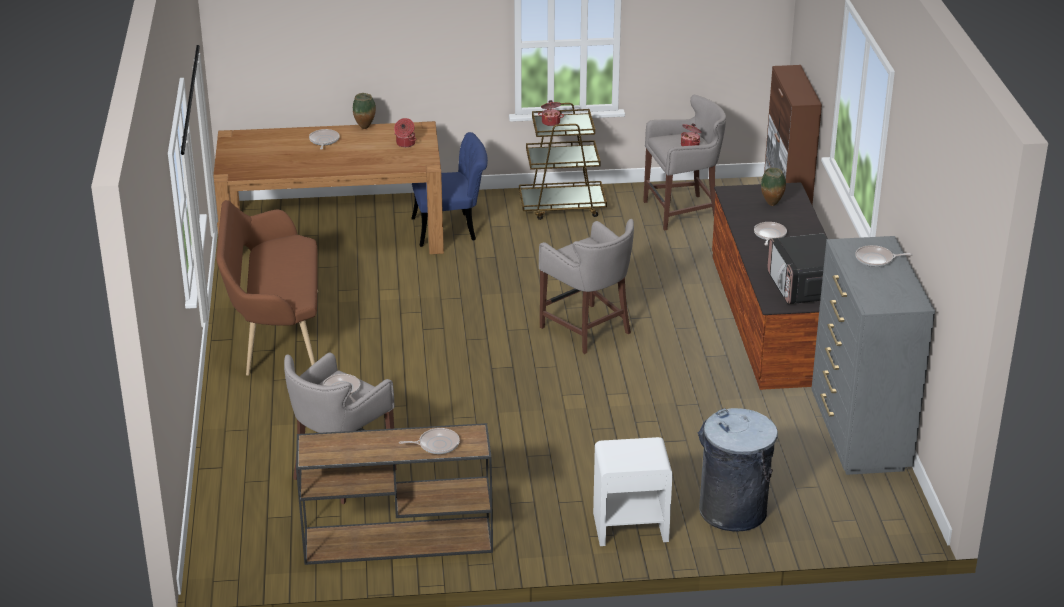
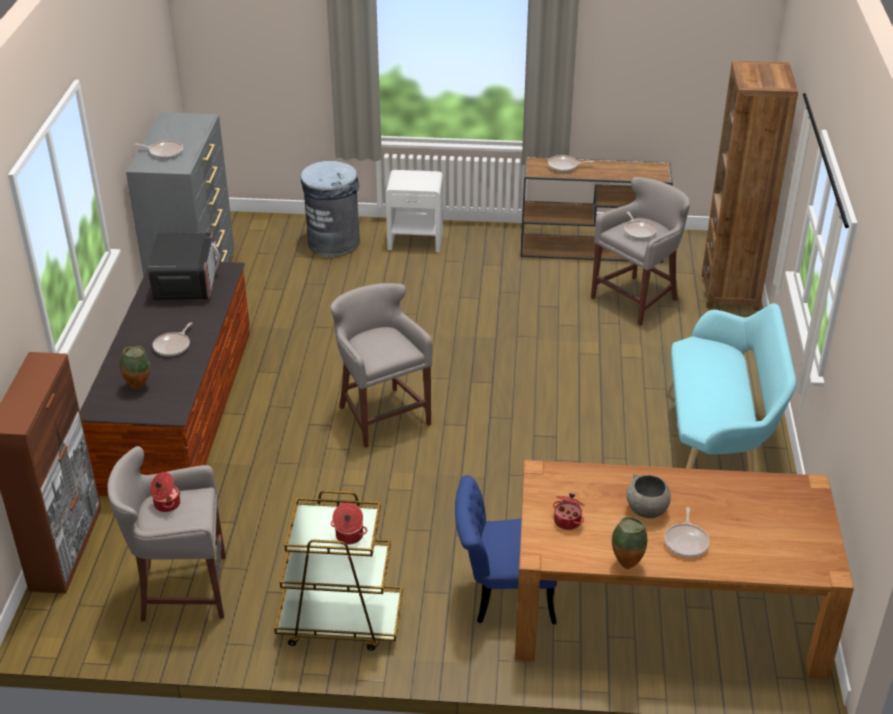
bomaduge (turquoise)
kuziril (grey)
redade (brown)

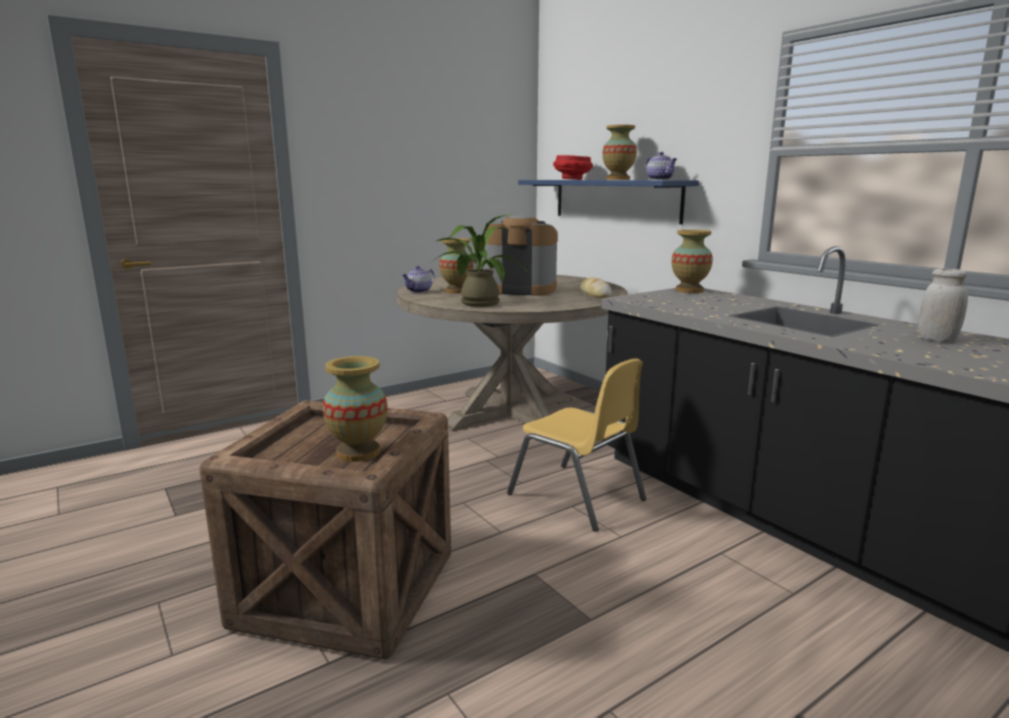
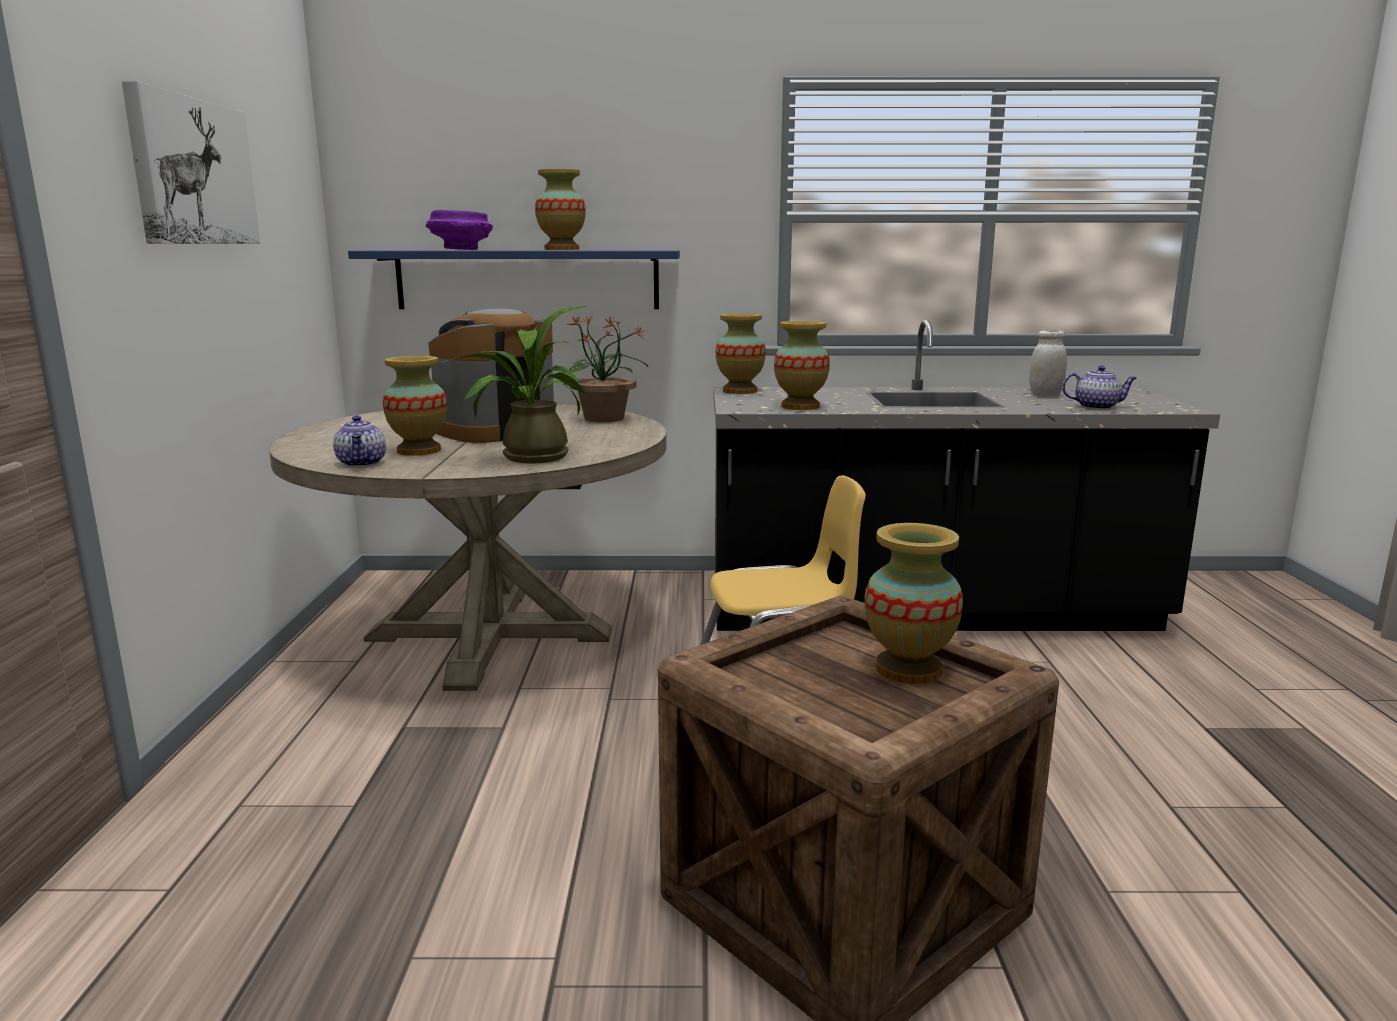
kuziril (purple)
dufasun (no. 2 from left)
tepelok (no. 2 from left)
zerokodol
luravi (no. 4 from left)

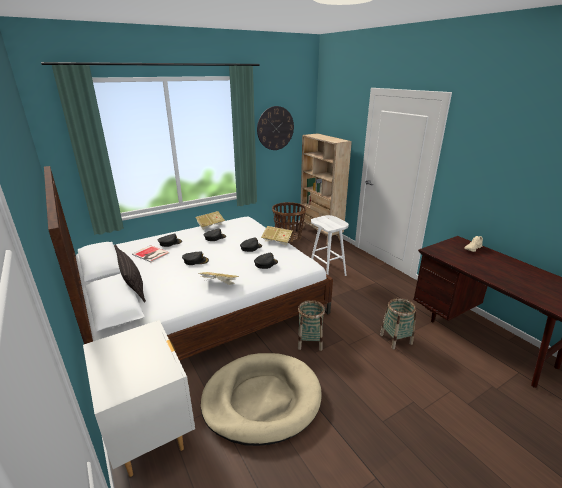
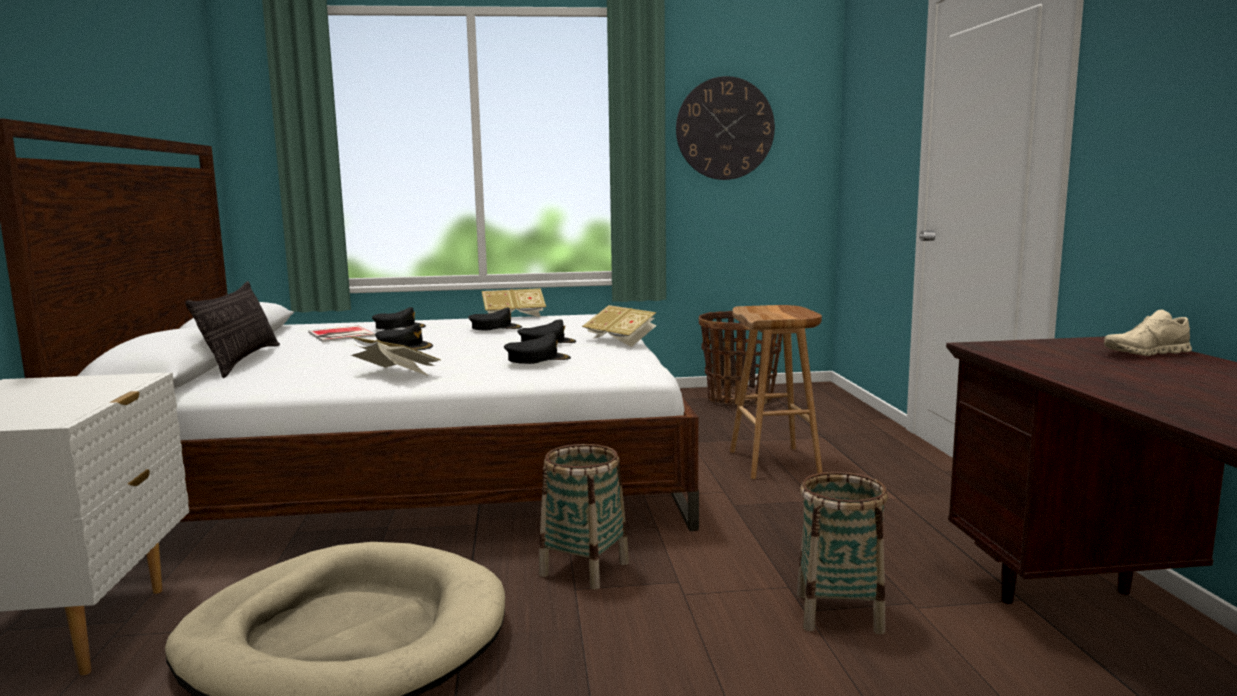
redade (beige)
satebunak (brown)

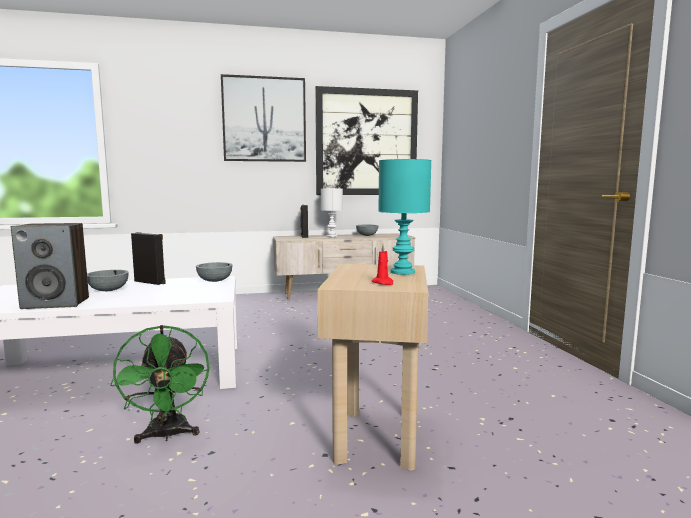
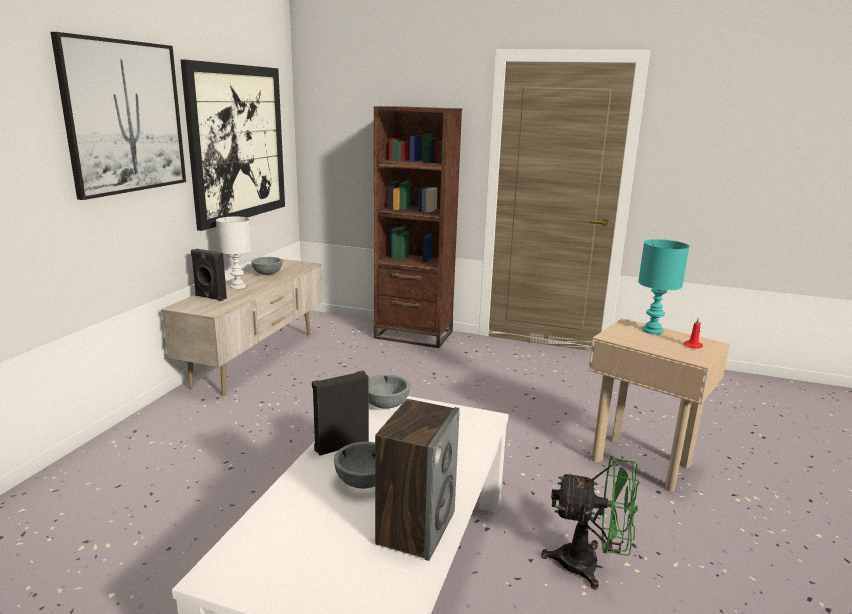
redade (brown)

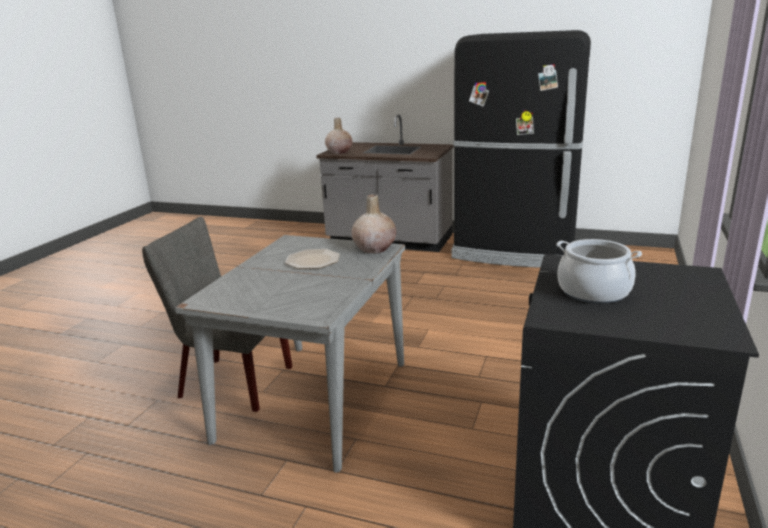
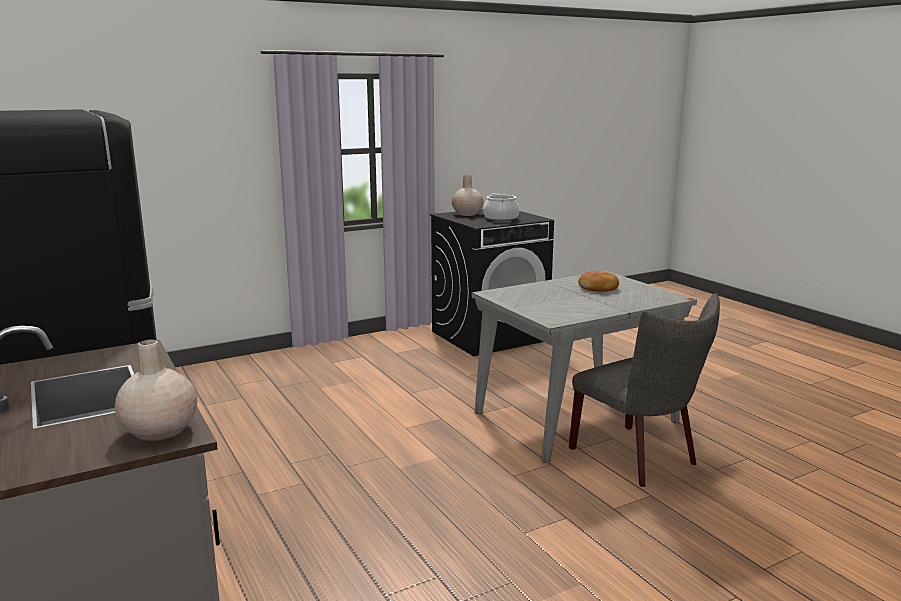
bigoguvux
luravi (beige) (no. 2 from left)
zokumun

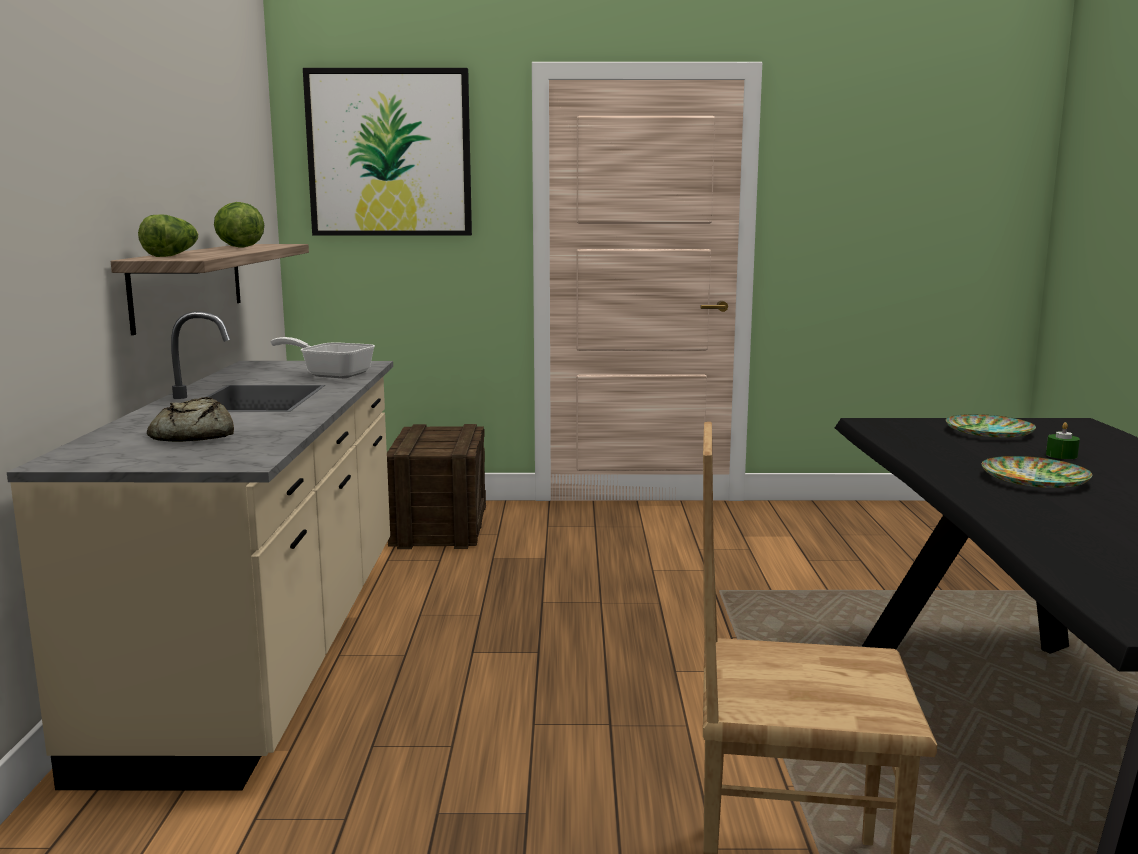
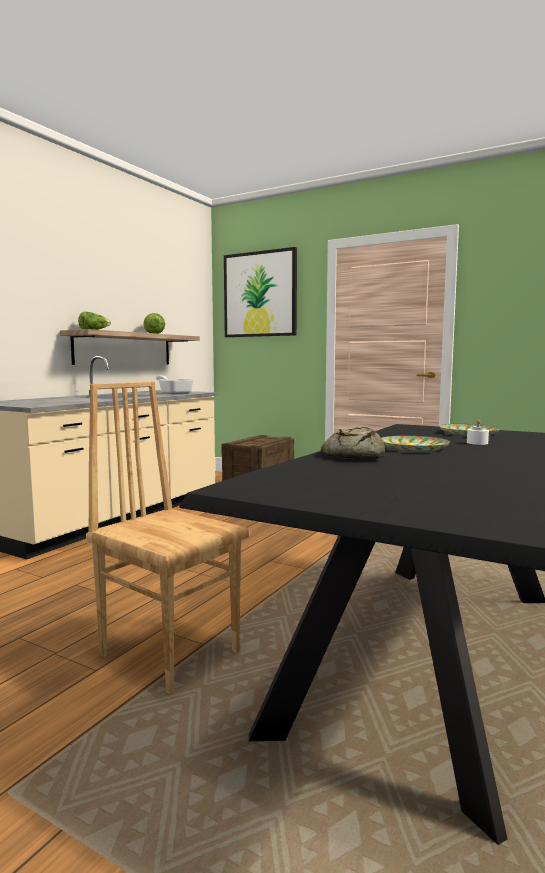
zokumun
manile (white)

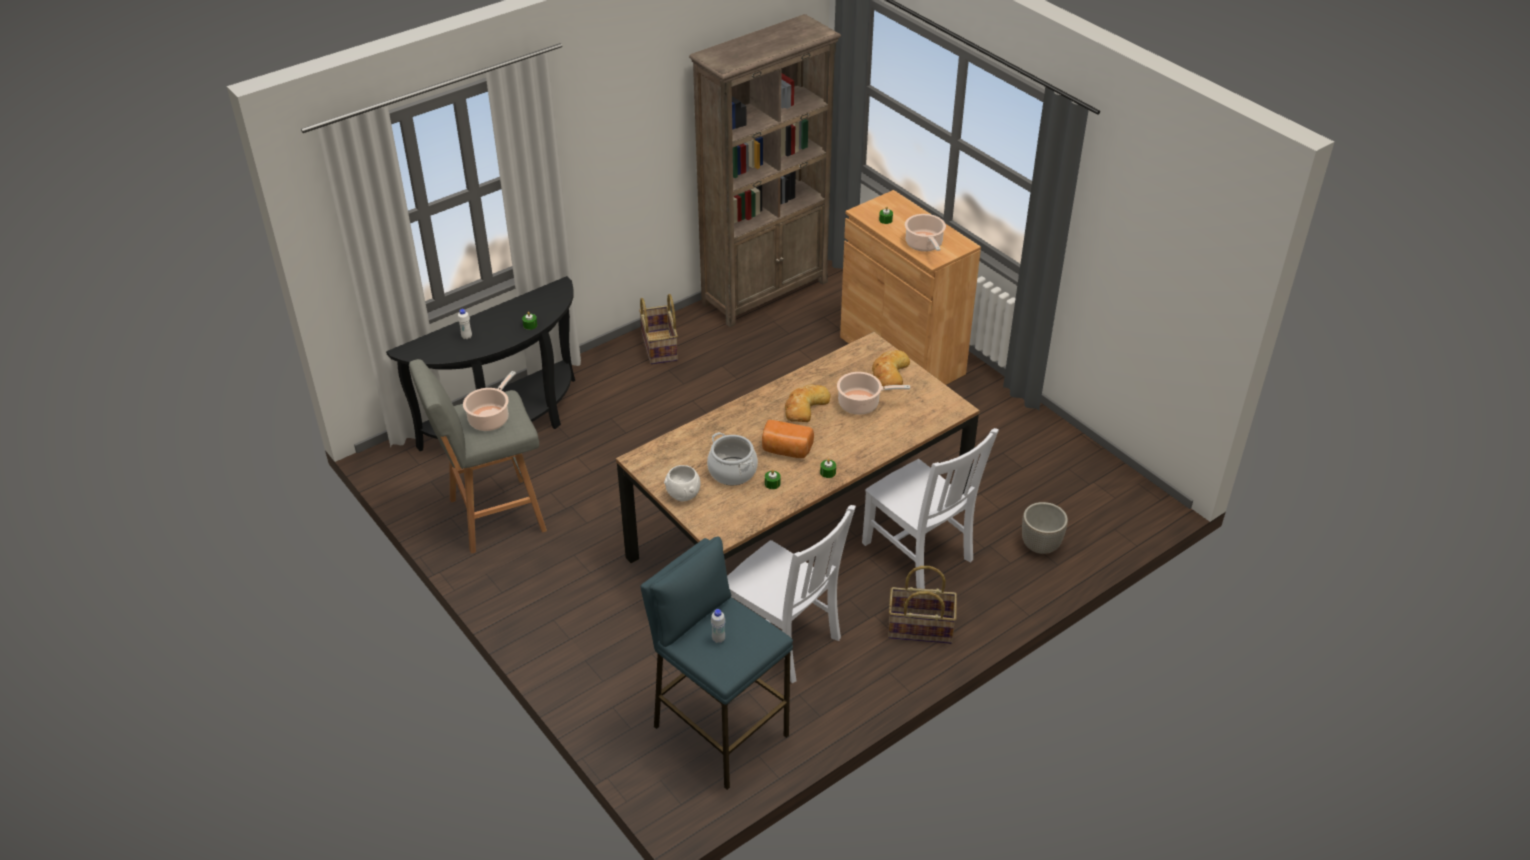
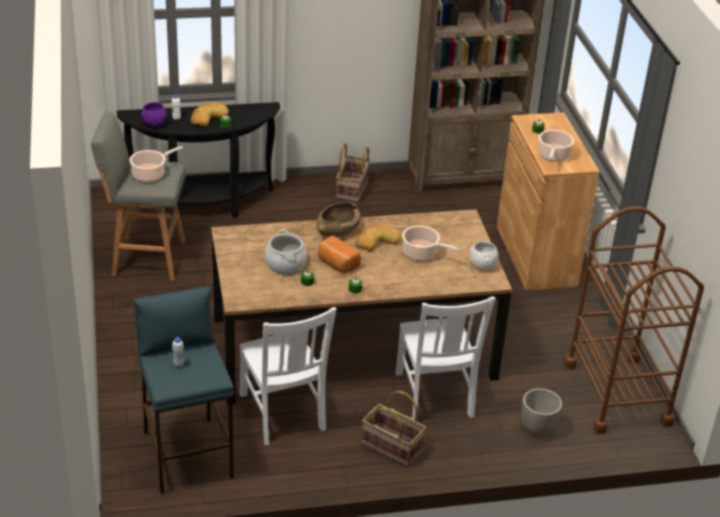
kuziril (white)
zokumun (no. 1 from left)
kuziril (purple)
kuziril (brown)
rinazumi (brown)

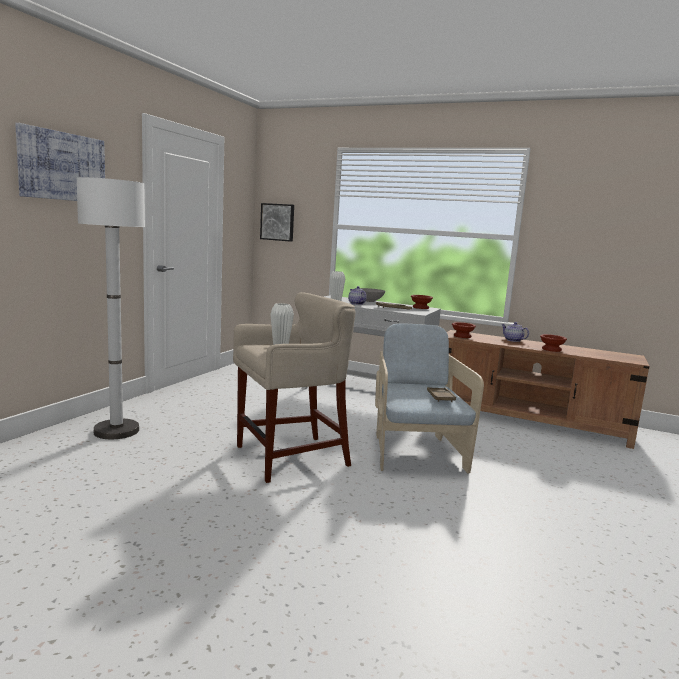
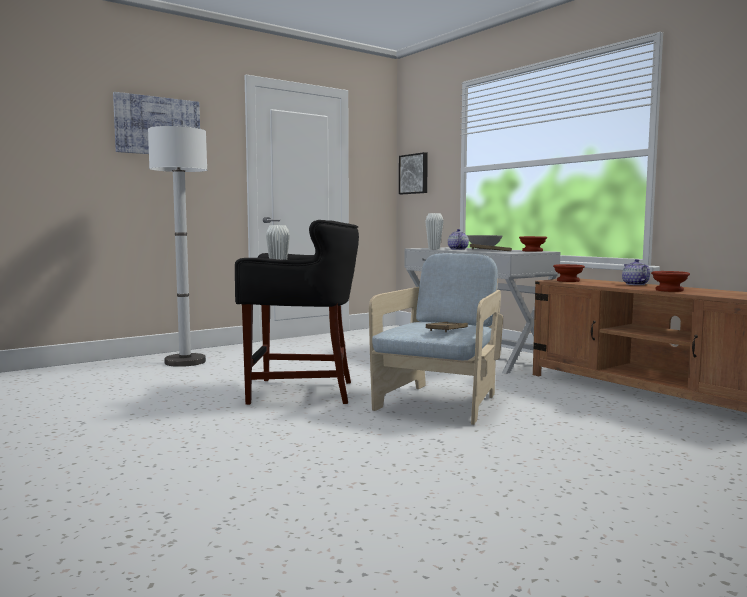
satebunak (black)

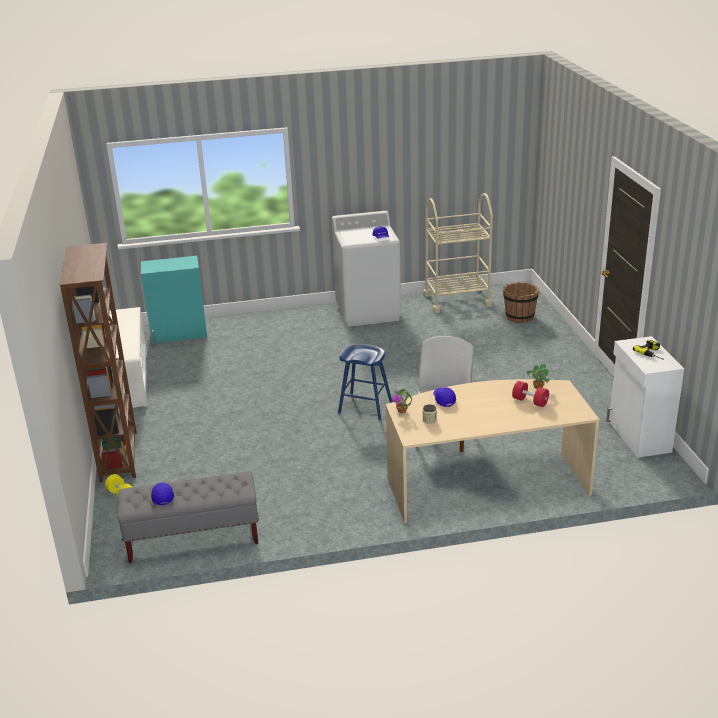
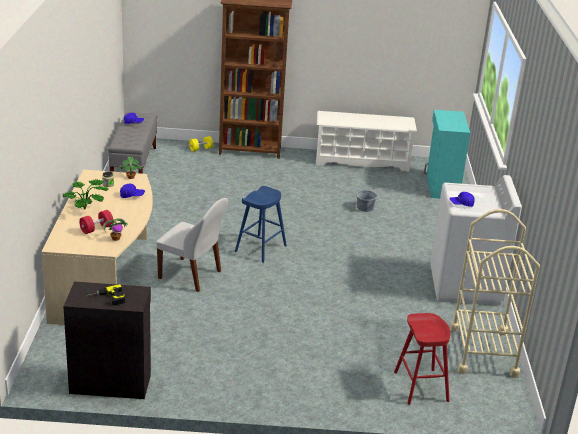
satebunak (red)
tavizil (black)
dufasun (no. 1 from left)
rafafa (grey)

